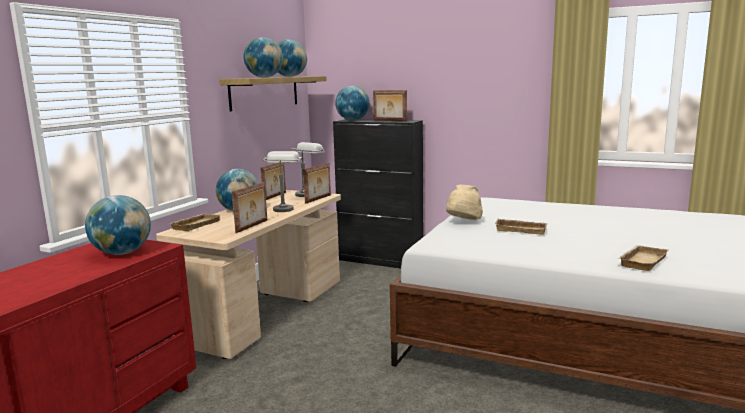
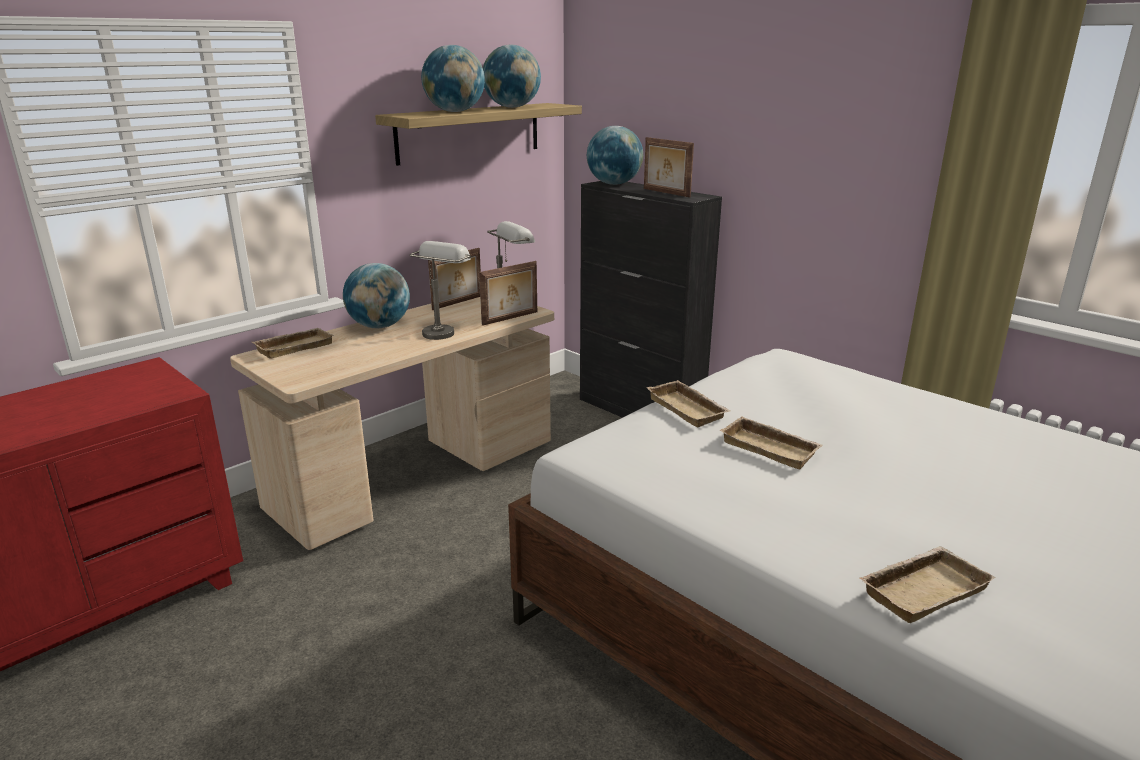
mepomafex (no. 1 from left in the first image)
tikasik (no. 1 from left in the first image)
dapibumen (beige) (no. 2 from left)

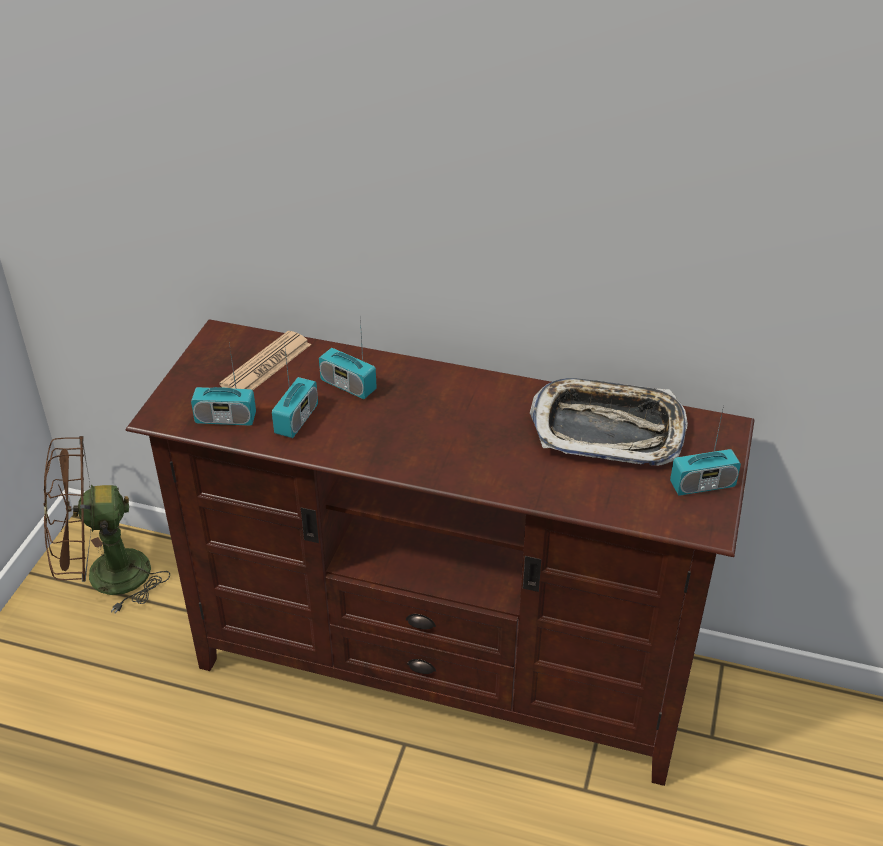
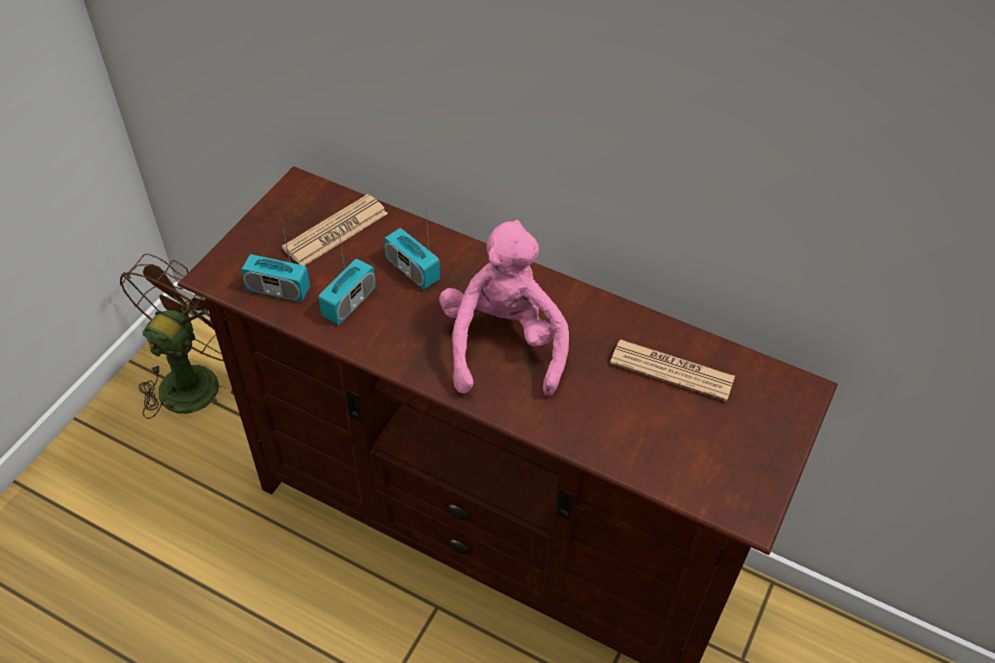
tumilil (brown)
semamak (no. 2 from left)
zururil (no. 4 from left in the first image)
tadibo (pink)

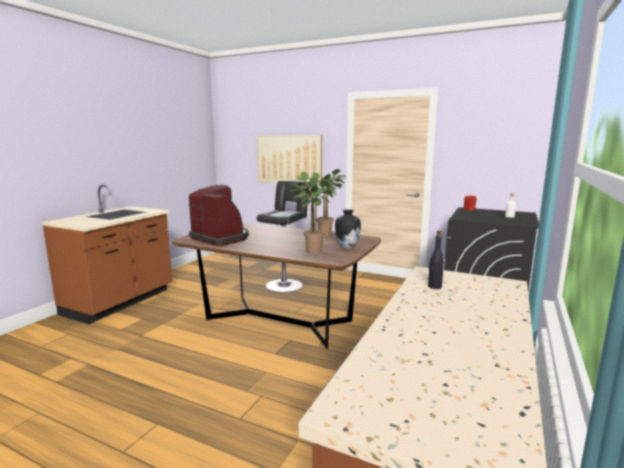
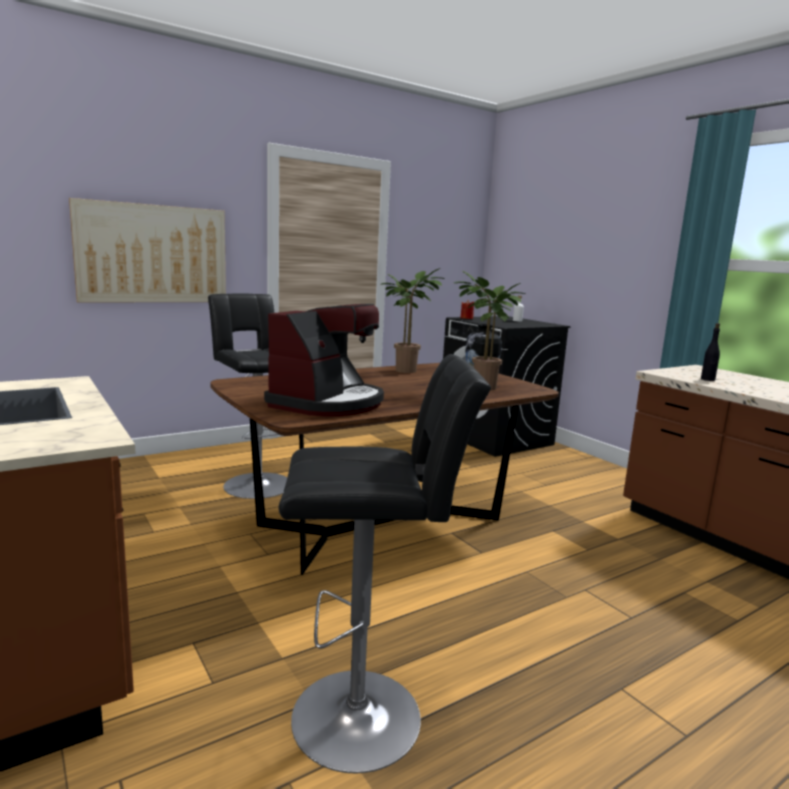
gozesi
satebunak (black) (no. 2 from left)

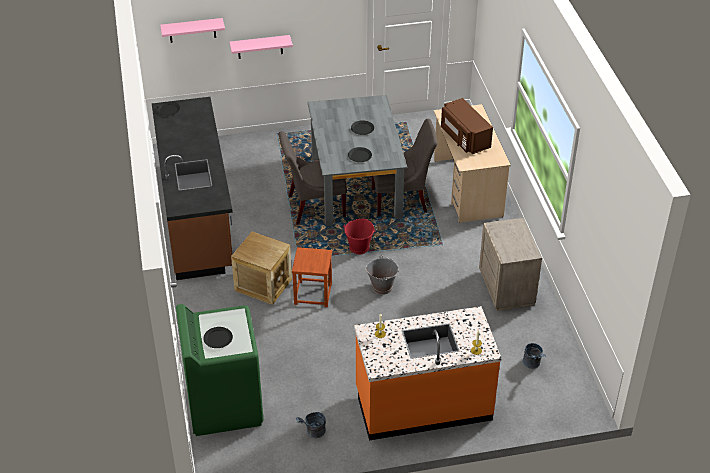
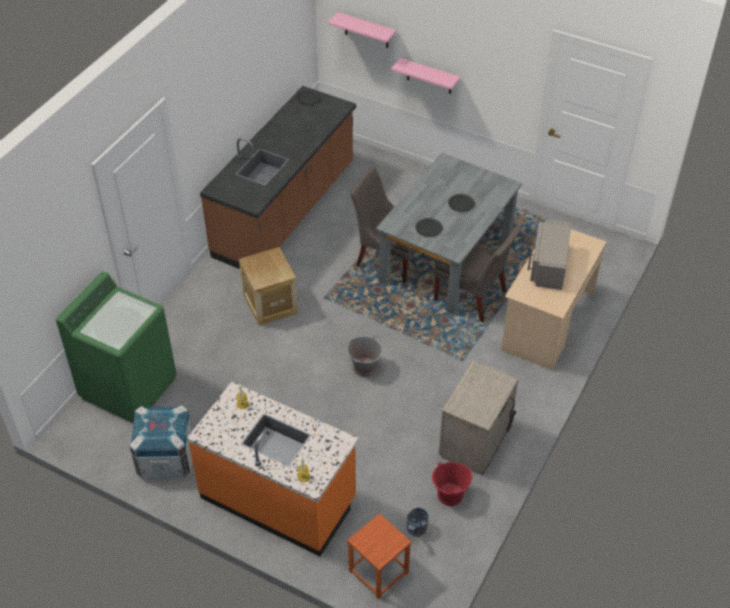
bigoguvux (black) (no. 2 from left in the first image)
satebunak (brown)
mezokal (no. 1 from left)
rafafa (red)
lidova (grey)

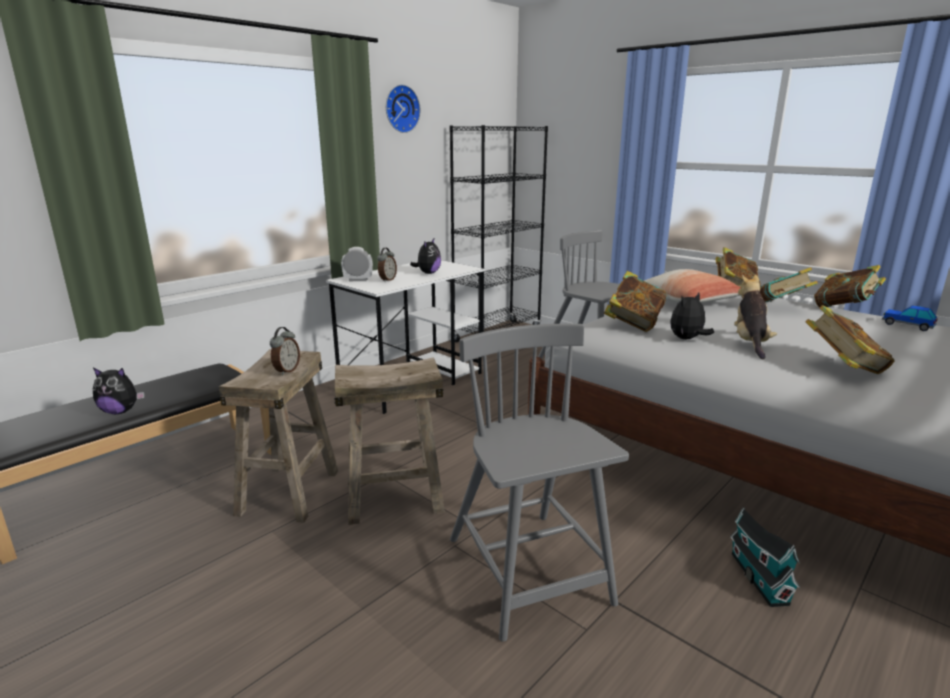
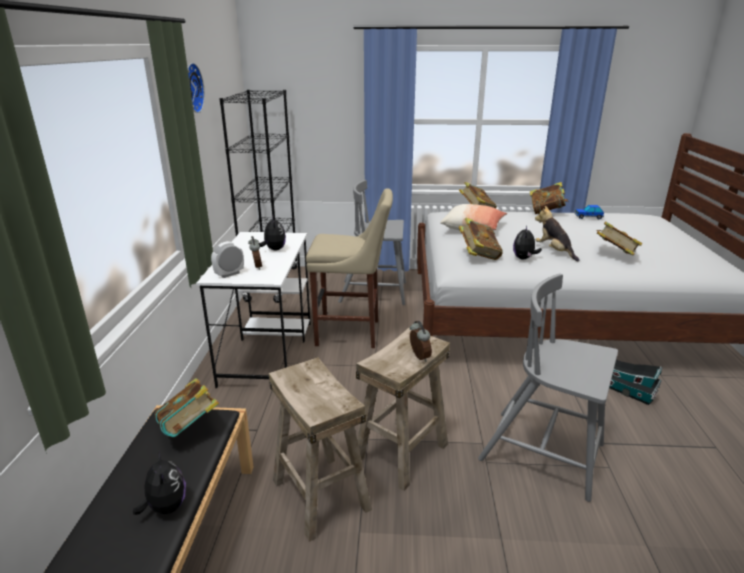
tadibo (no. 1 from left)
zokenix (no. 3 from left)
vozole (no. 1 from left)
satebunak (beige) (no. 2 from left)

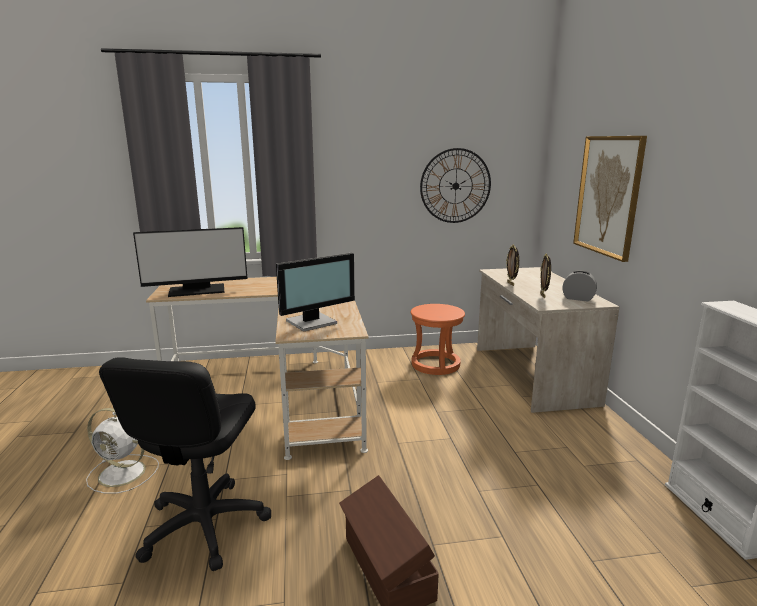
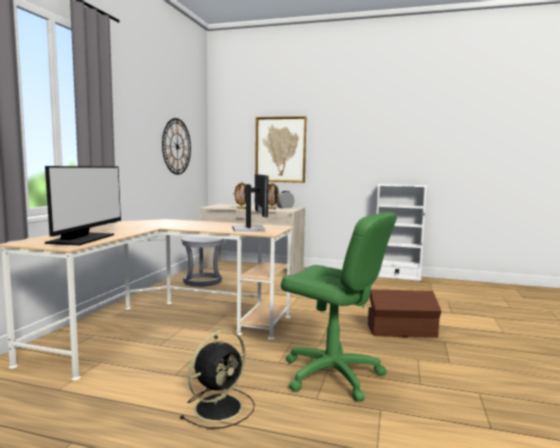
tumilil (black)
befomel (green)
satebunak (grey)

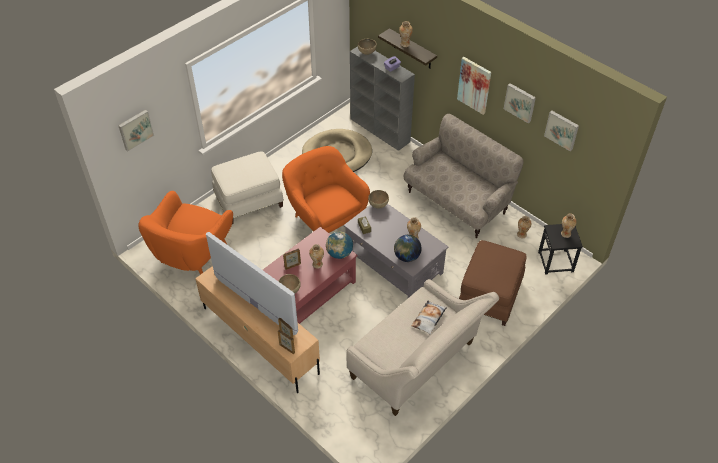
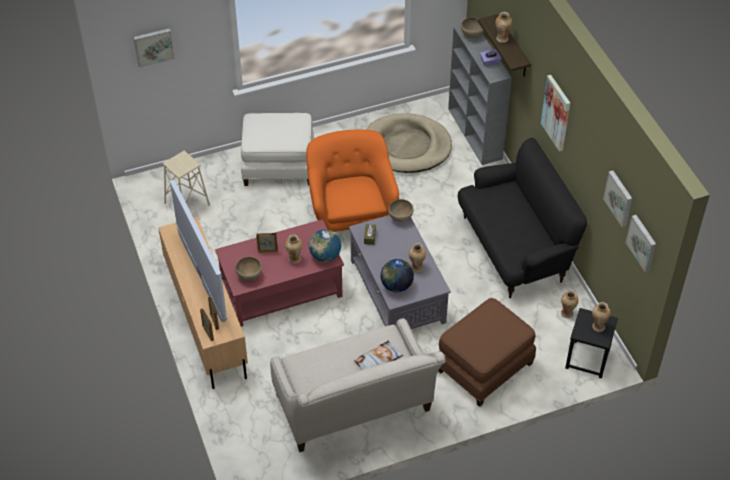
satebunak (beige)
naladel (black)
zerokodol (no. 4 from left)

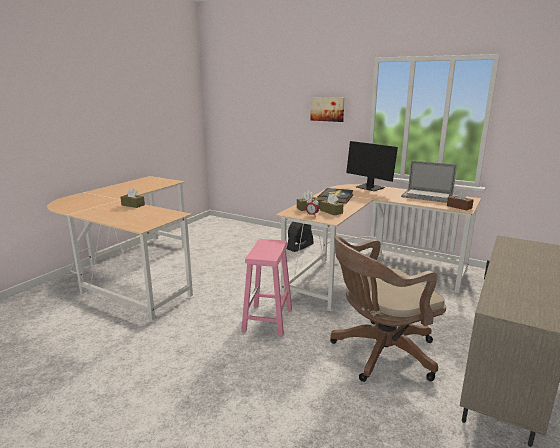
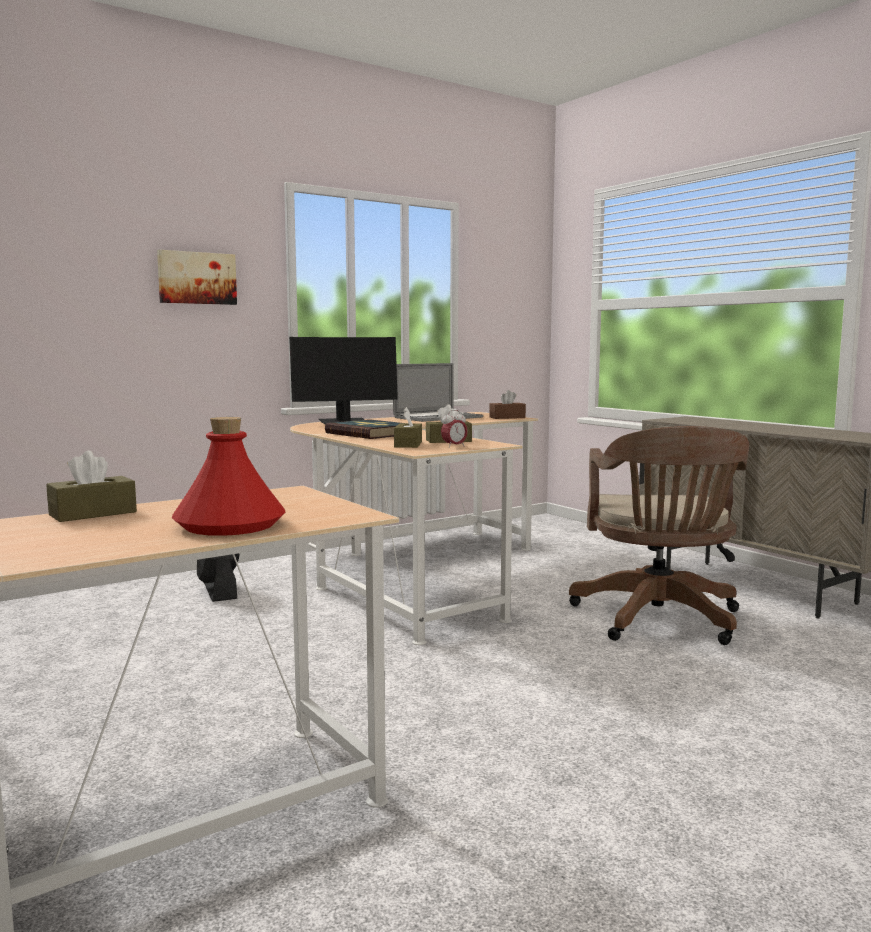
satebunak (pink)
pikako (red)

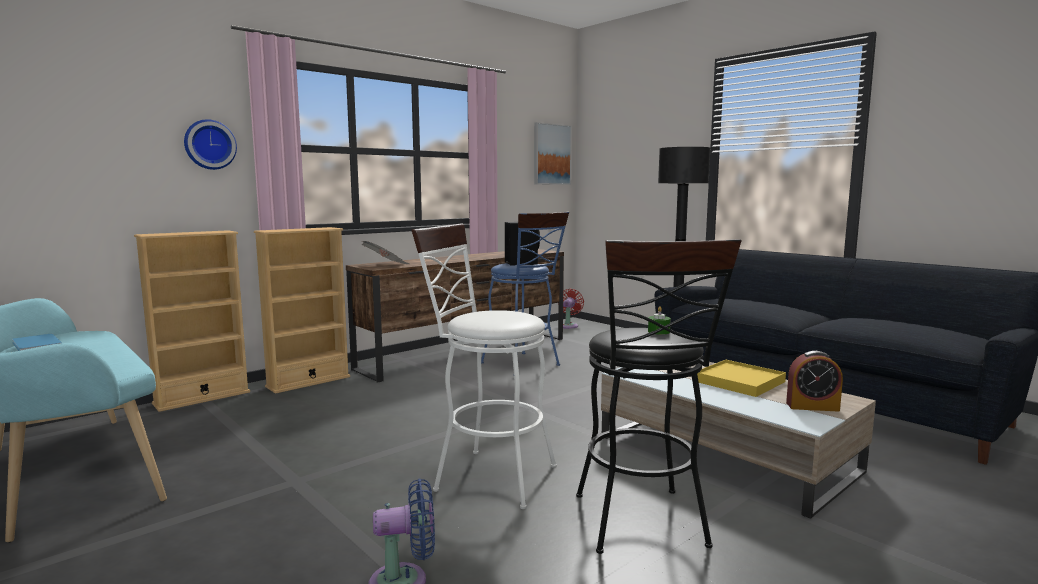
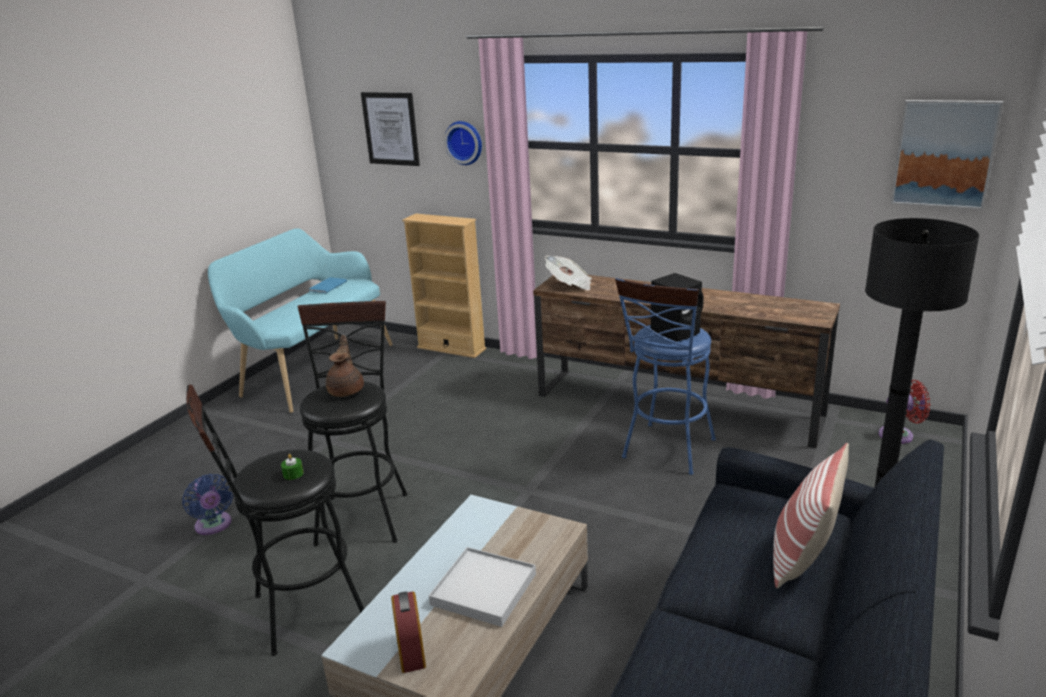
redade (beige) (no. 2 from left in the first image)
satebunak (black) (no. 2 from left)
dapibumen (white)
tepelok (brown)
zerokodol (no. 1 from left)
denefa

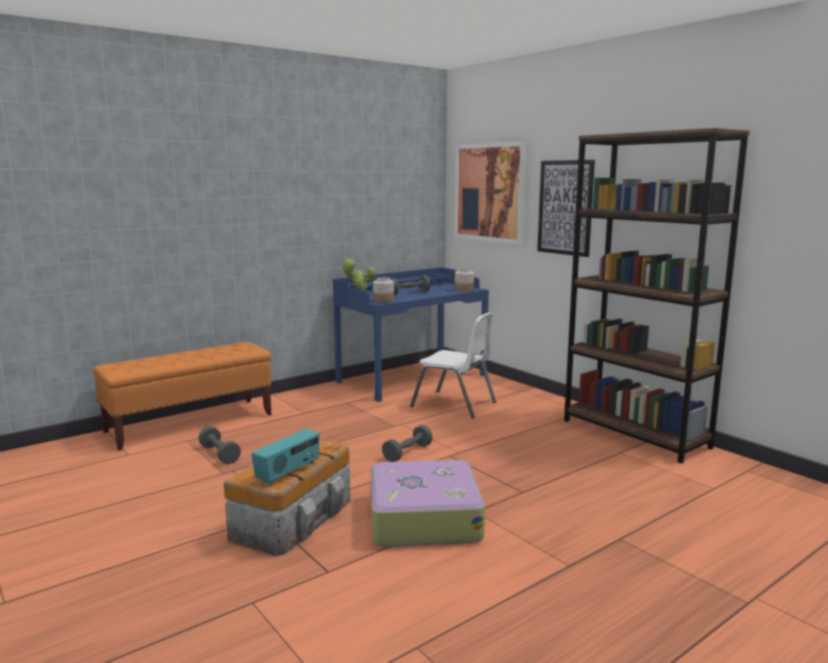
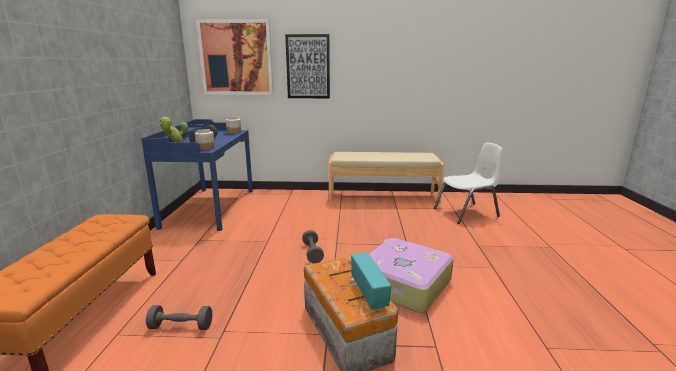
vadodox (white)
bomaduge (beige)

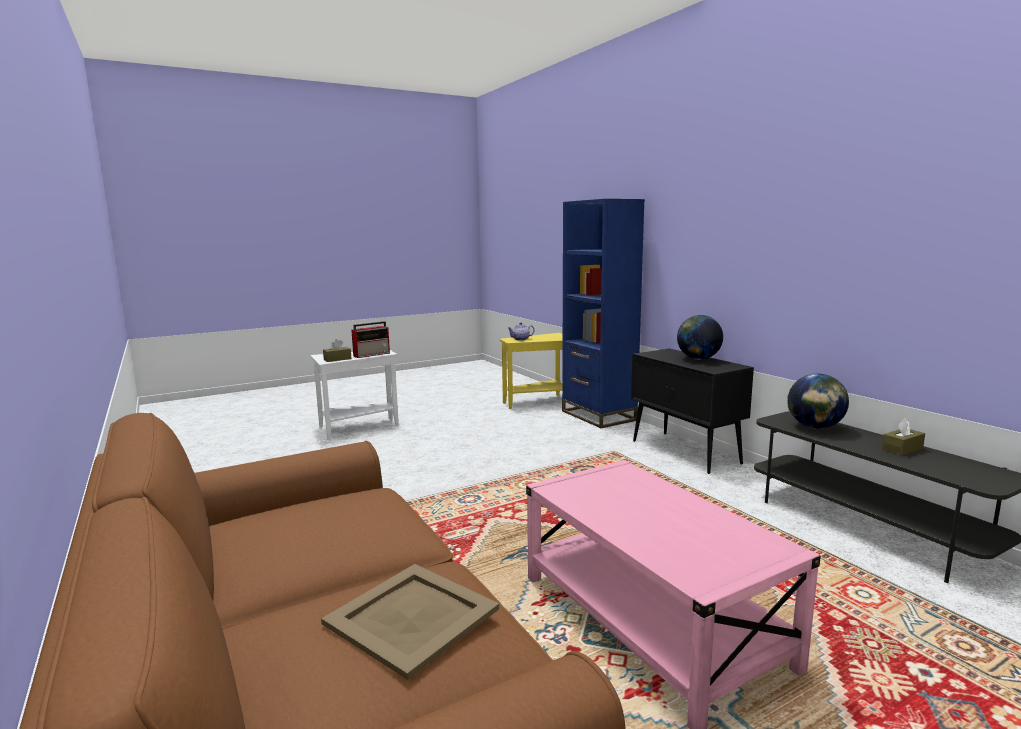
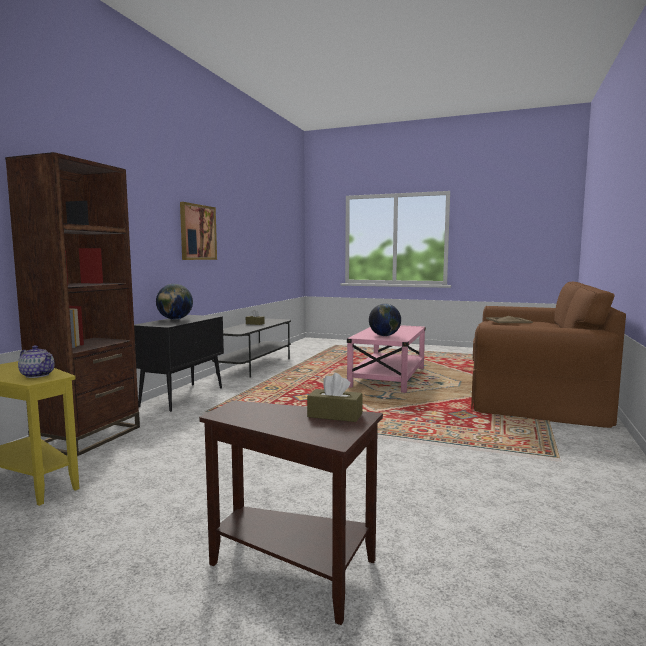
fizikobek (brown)
zururil
redade (brown)
mepomafex (no. 2 from left)
zerokodol

